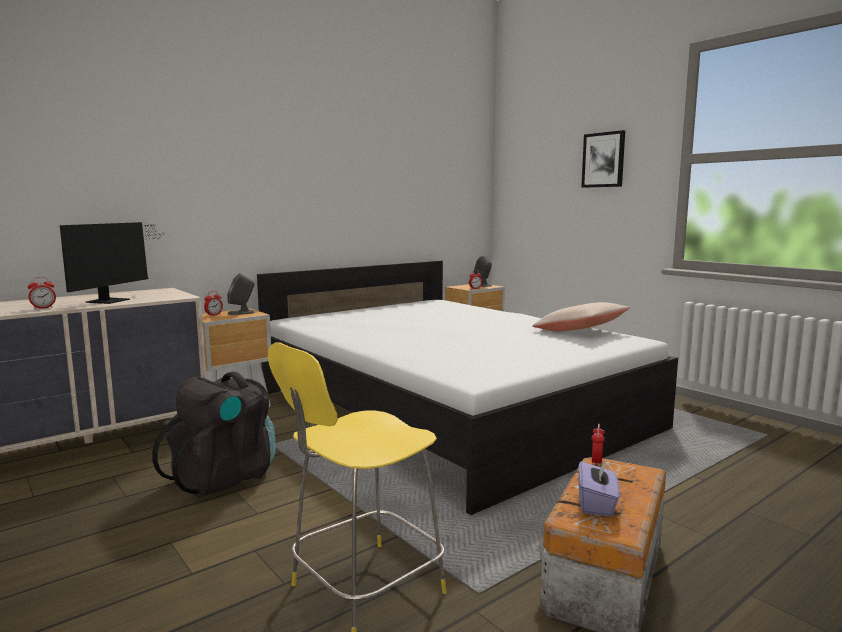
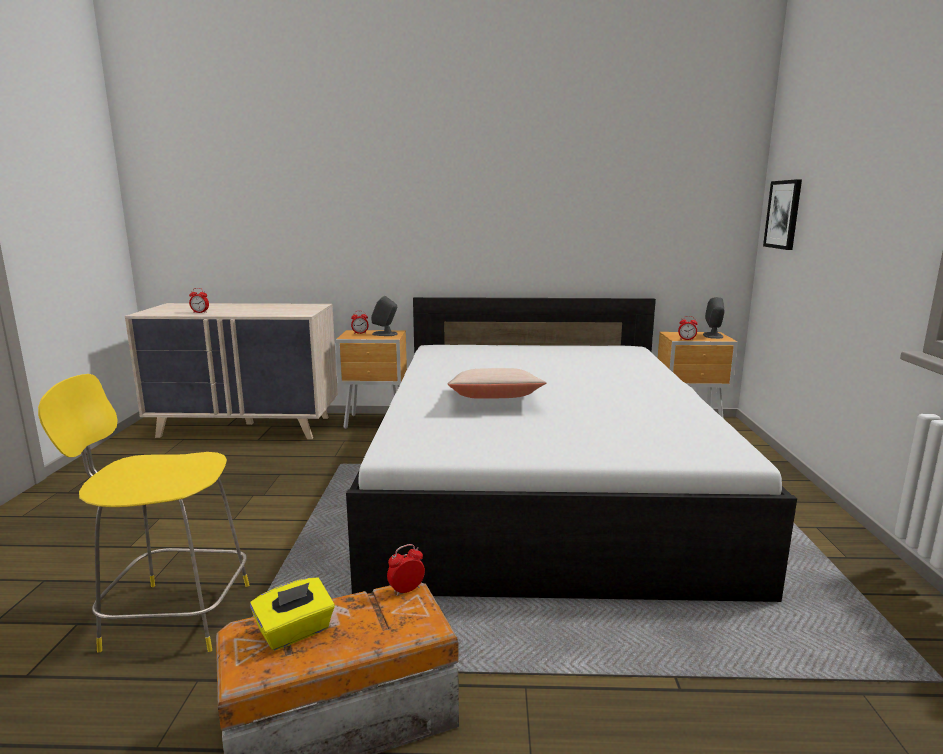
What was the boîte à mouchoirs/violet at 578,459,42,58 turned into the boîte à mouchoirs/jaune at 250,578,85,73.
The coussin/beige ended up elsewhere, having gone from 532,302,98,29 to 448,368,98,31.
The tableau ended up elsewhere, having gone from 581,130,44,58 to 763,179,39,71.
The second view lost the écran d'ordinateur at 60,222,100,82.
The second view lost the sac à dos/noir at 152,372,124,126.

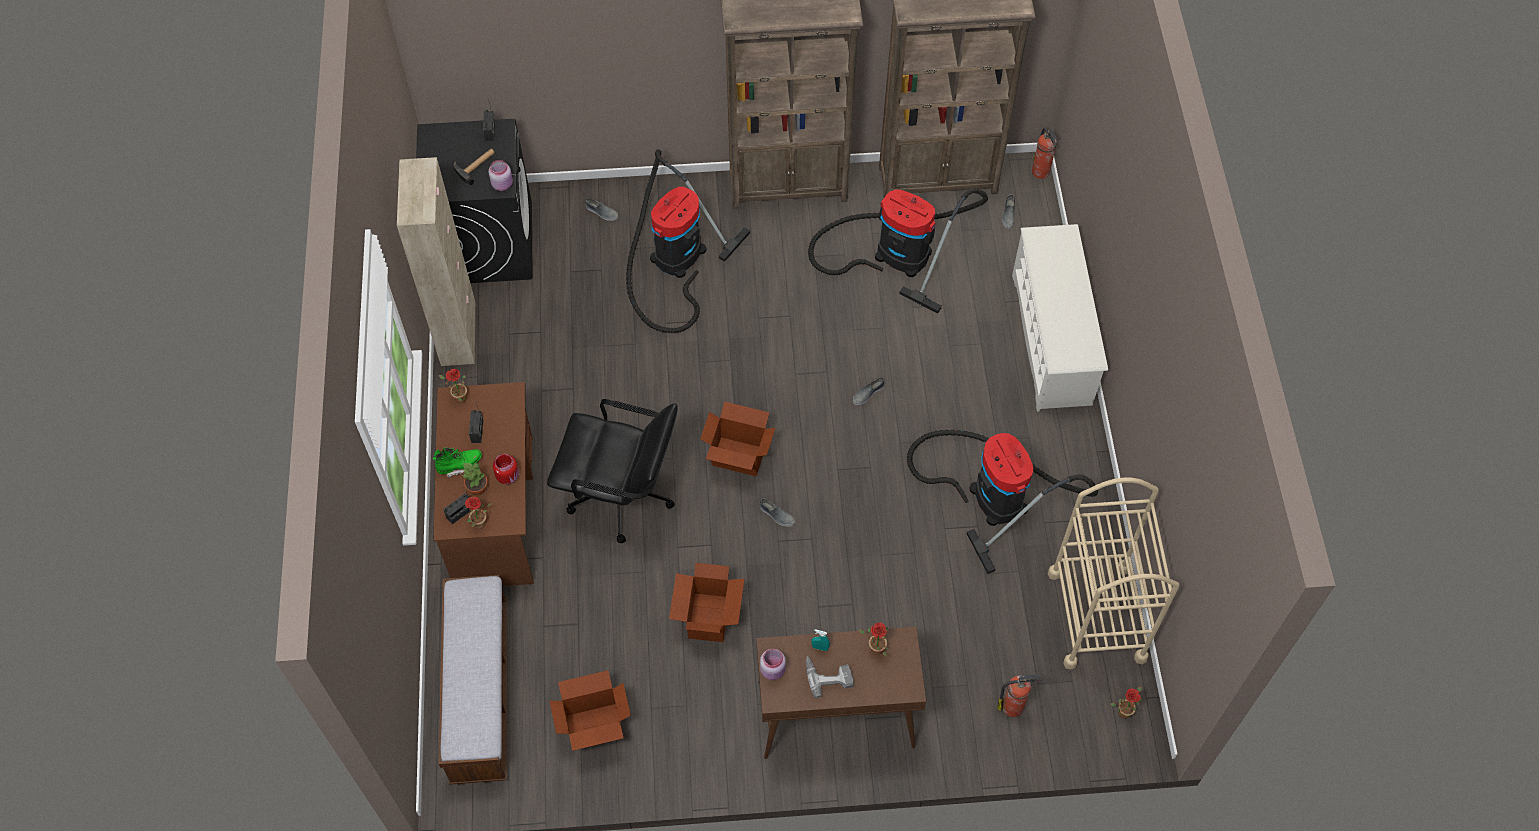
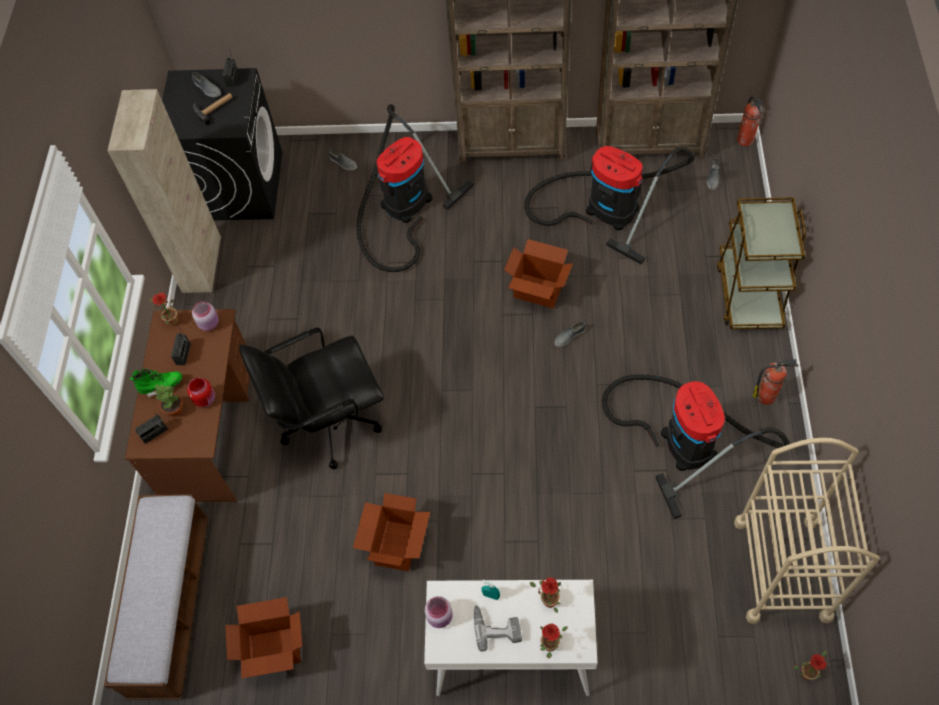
The chaussure/gris ended up elsewhere, having gone from 760,499,35,28 to 192,72,29,25.
The bocal/rose ended up elsewhere, having gone from 488,160,25,31 to 192,301,27,30.
The chaise de bureau/noir at 547,399,131,144 ended up facing another way, 135 degrees clockwise from before.
What was the table console/marron at 756,627,170,132 turned into the table console/blanc at 424,580,173,116.
The carton ended up elsewhere, having gone from 700,402,75,74 to 504,239,69,69.
The plante en pot ended up elsewhere, having gone from 465,497,27,32 to 540,624,28,35.
Where the étagère à chaussures/blanc stood at 1012,224,96,188, the chariot/marron came to stand at 717,197,88,132.
The extincteur ended up elsewhere, having gone from 997,674,46,43 to 752,359,46,46.

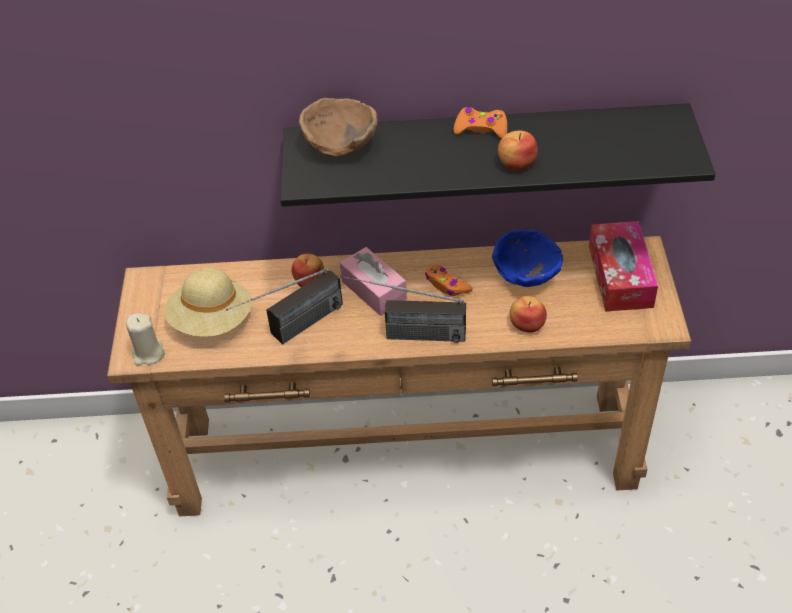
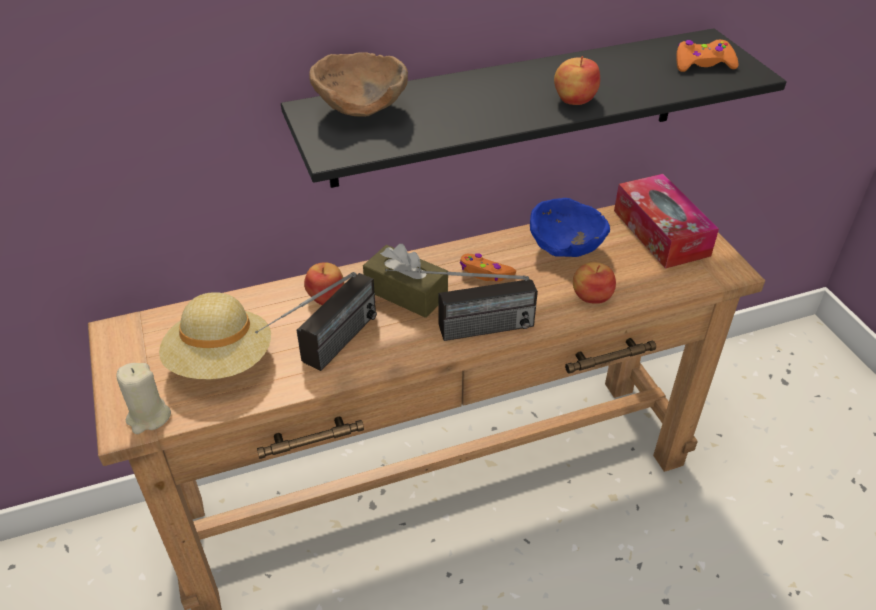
What was the boîte à mouchoirs/rose at 340,247,67,69 turned into the boîte à mouchoirs/marron at 363,244,85,74.
The manette/orange ended up elsewhere, having gone from 453,107,54,32 to 676,40,63,32.

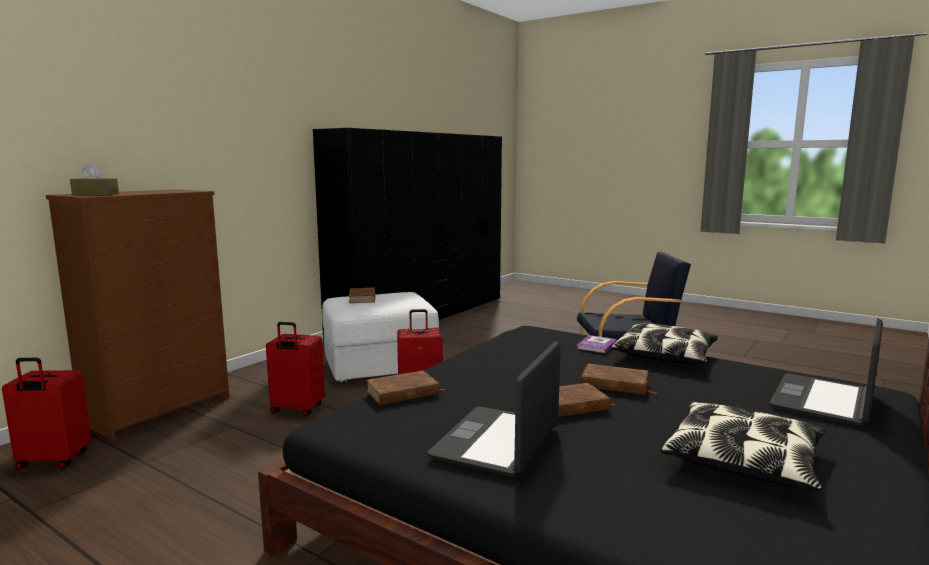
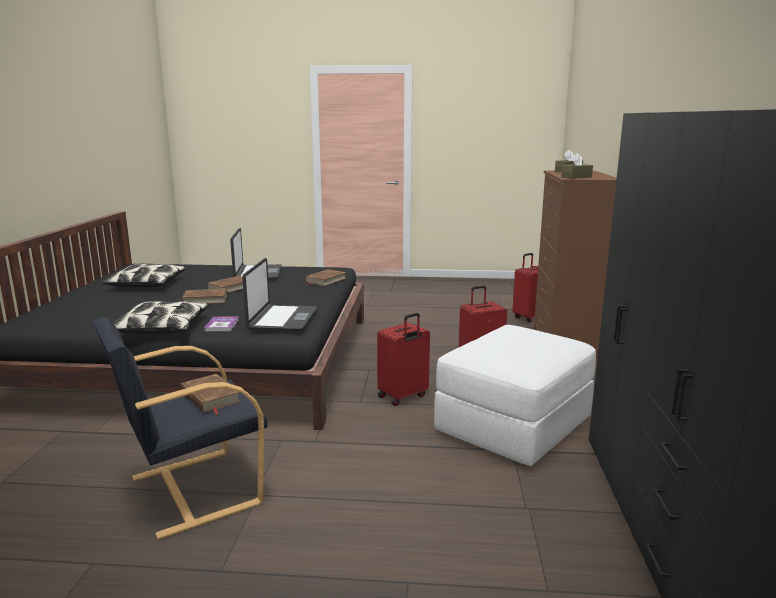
The livre/marron ended up elsewhere, having gone from 349,288,26,15 to 180,374,61,40.
The ordinateur portable ended up elsewhere, having gone from 770,318,113,108 to 242,258,75,73.
The second view gained the boîte à mouchoirs/marron at 561,153,32,26.

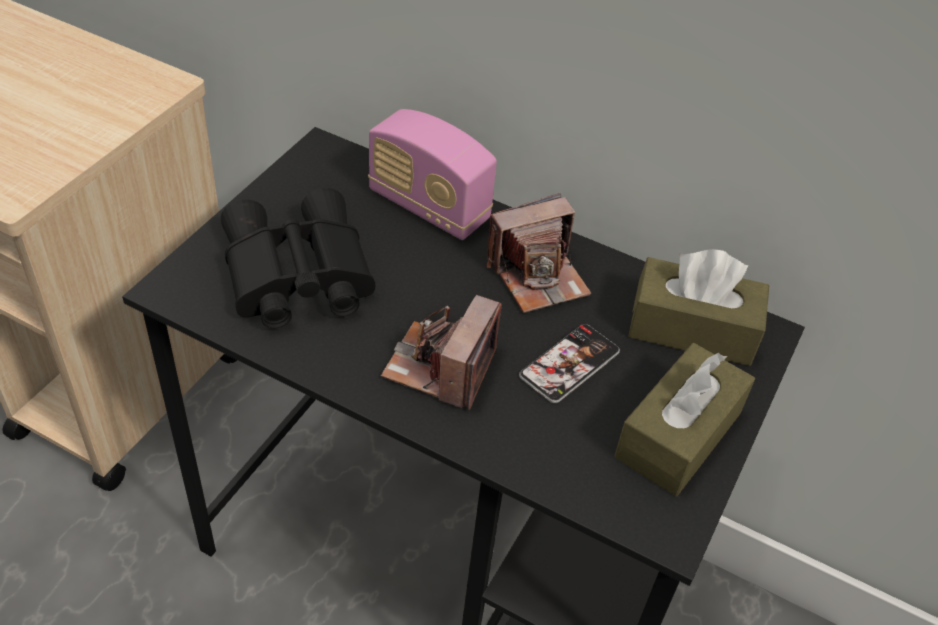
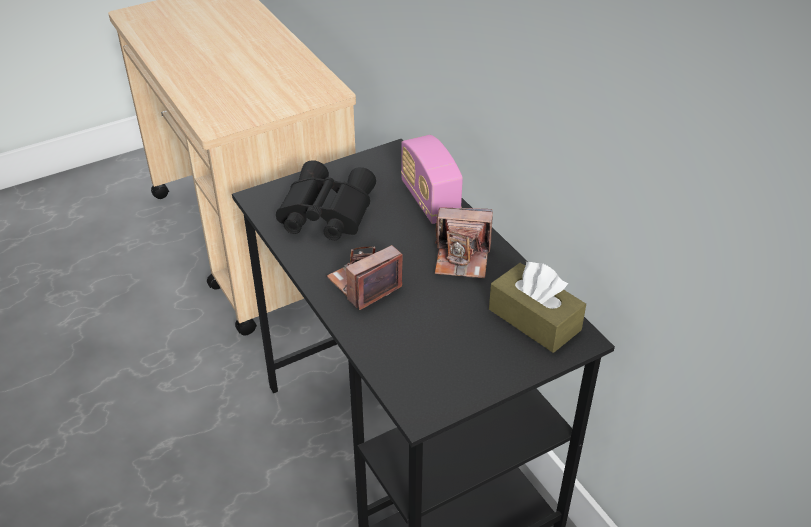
The second view lost the téléphone at 519,324,101,79.
The second view lost the boîte à mouchoirs/marron at 615,343,140,153.

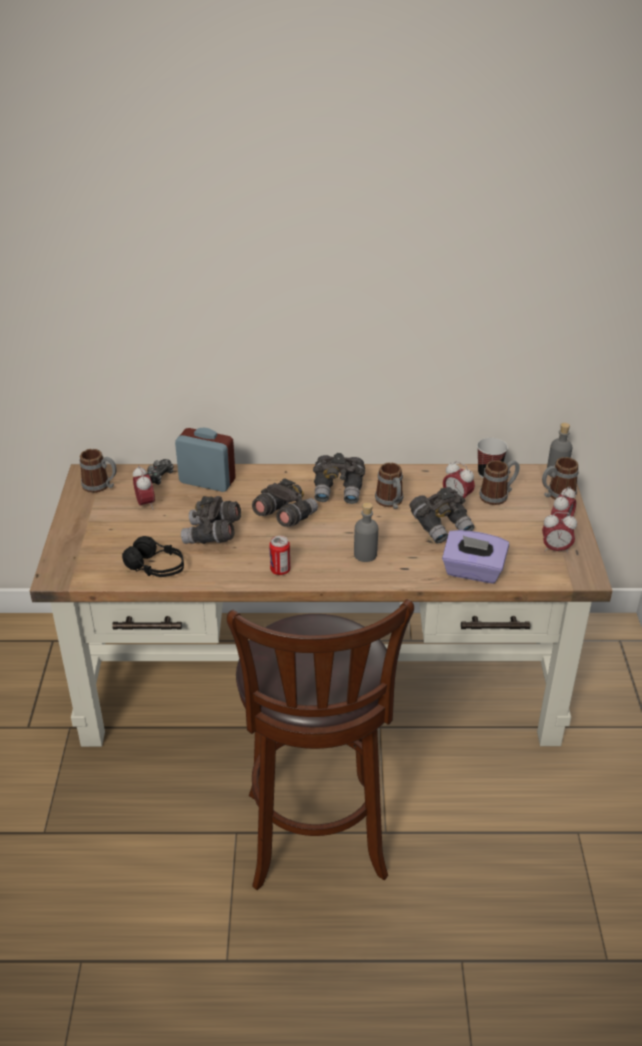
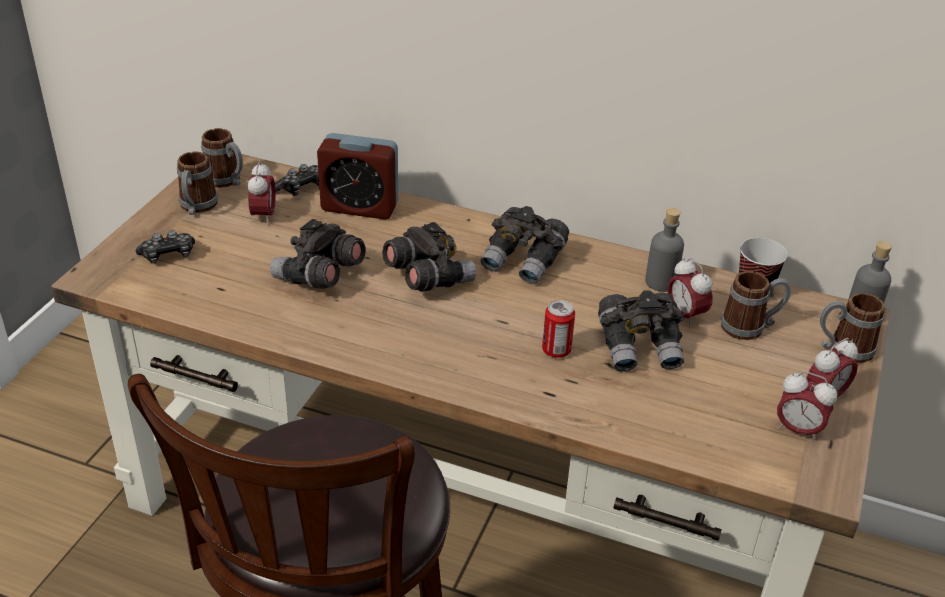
The second view gained the manette at 136,230,59,34.
The mug ended up elsewhere, having gone from 375,463,28,46 to 177,152,41,63.
The réveil at 175,428,61,64 ended up facing another way, 150 degrees clockwise from before.
The boîte métallique ended up elsewhere, having gone from 269,536,21,39 to 542,300,33,58.
The bouteille/gris ended up elsewhere, having gone from 354,502,24,60 to 645,208,39,84.
The second view lost the casque audio/noir at 122,536,62,41.
The second view lost the boîte à mouchoirs/violet at 442,530,67,54.

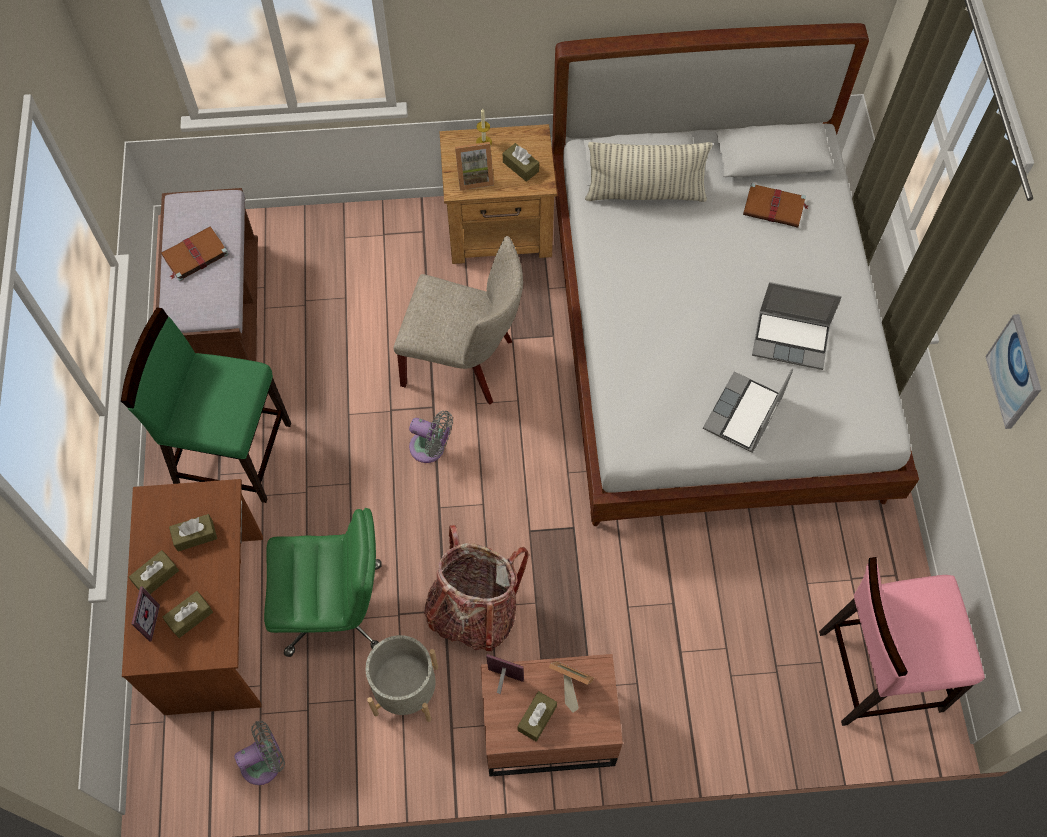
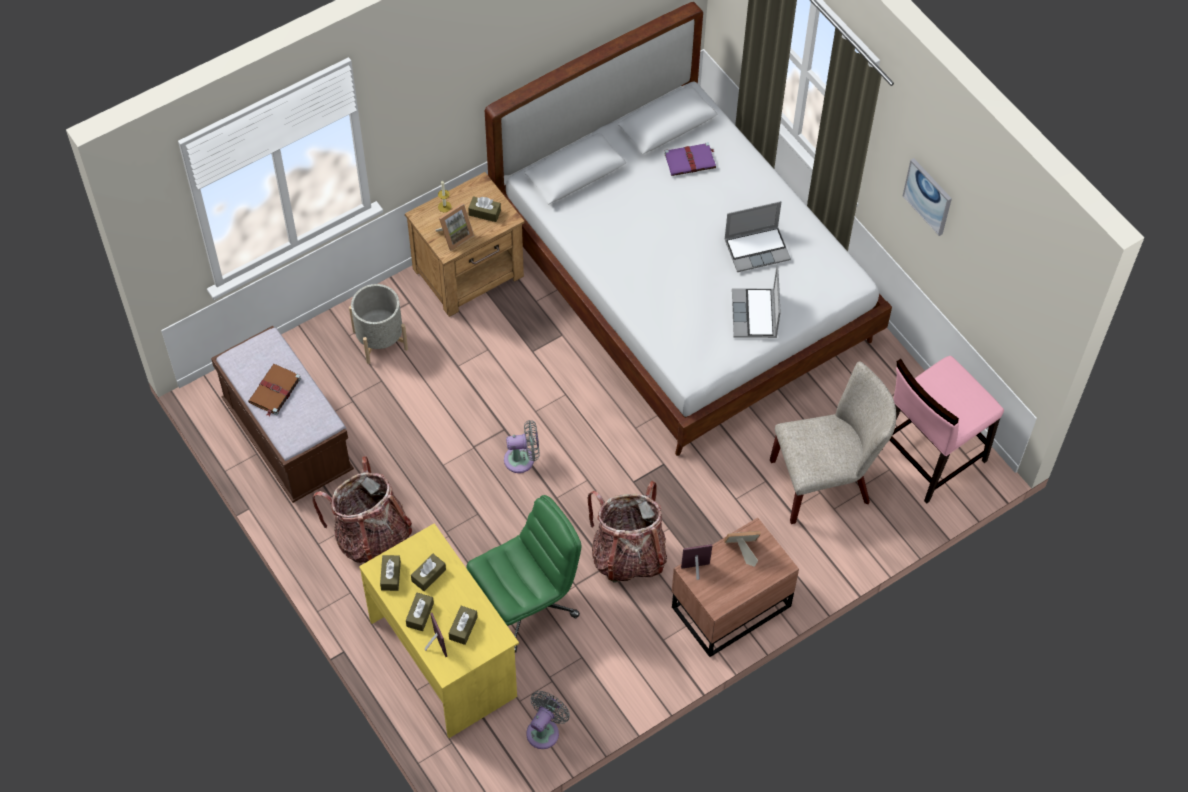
Where the chaise/vert stood at 121,308,170,195, the sac à dos came to stand at 313,456,99,107.
The cache-pot/gris ended up elsewhere, having gone from 366,635,72,87 to 349,284,59,80.
What was the bureau/marron at 122,479,141,236 turned into the bureau/jaune at 359,523,160,215.
The boîte à mouchoirs/marron ended up elsewhere, having gone from 518,691,39,51 to 380,555,21,36.
What was the livre/marron at 743,183,65,45 turned into the livre/violet at 664,142,52,34.
The chaise/beige ended up elsewhere, having gone from 393,236,130,168 to 770,361,126,163.
The second view lost the coussin at 585,142,128,60.

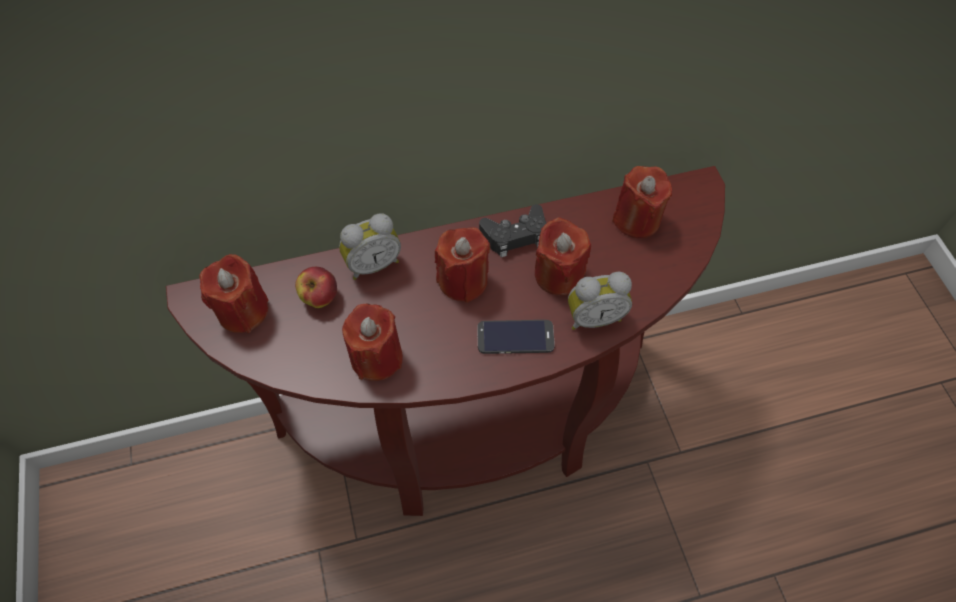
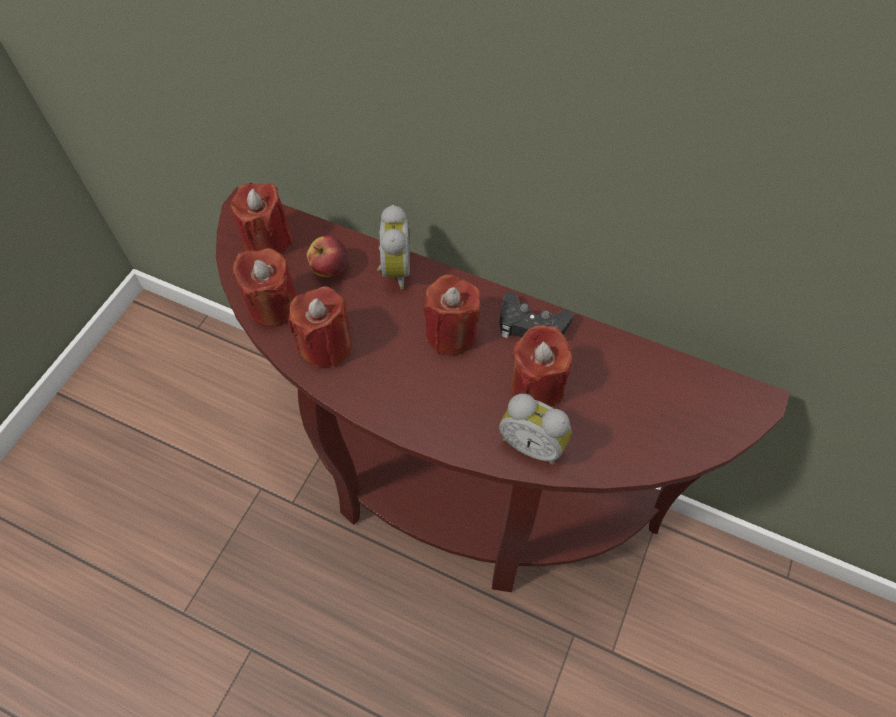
The bougie/rouge ended up elsewhere, having gone from 612,166,60,73 to 232,248,65,79.
The réveil at 339,213,62,67 ended up facing another way, 105 degrees counterclockwise from before.
The second view lost the téléphone at 477,320,78,34.

